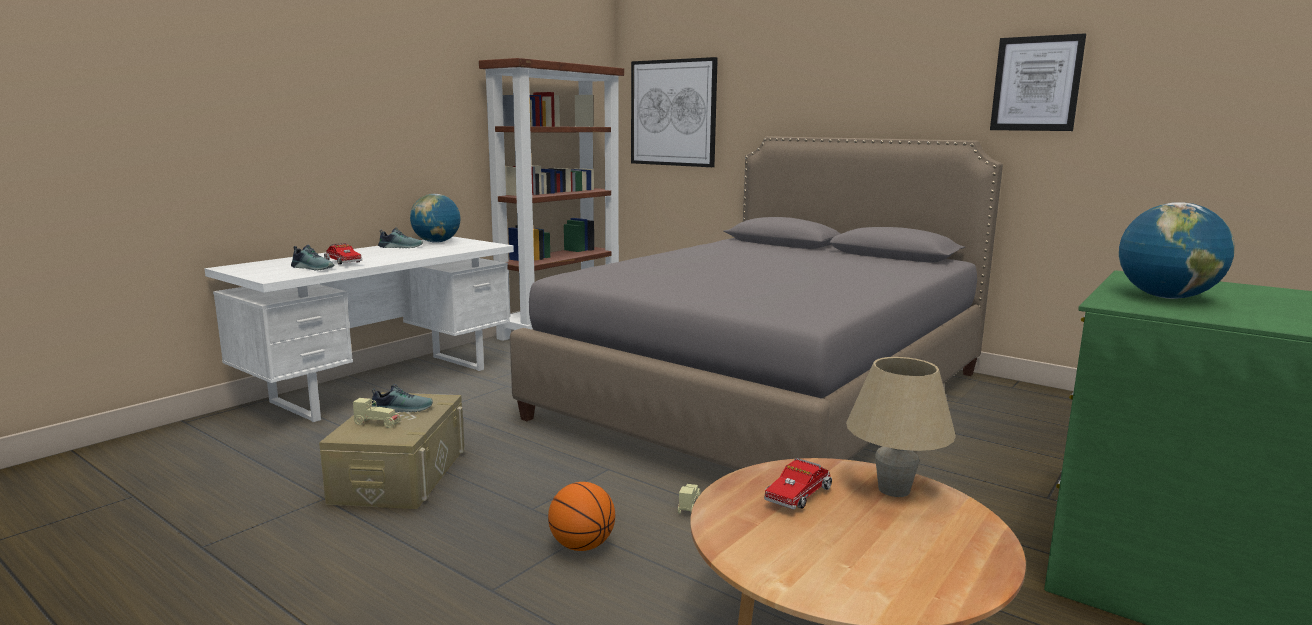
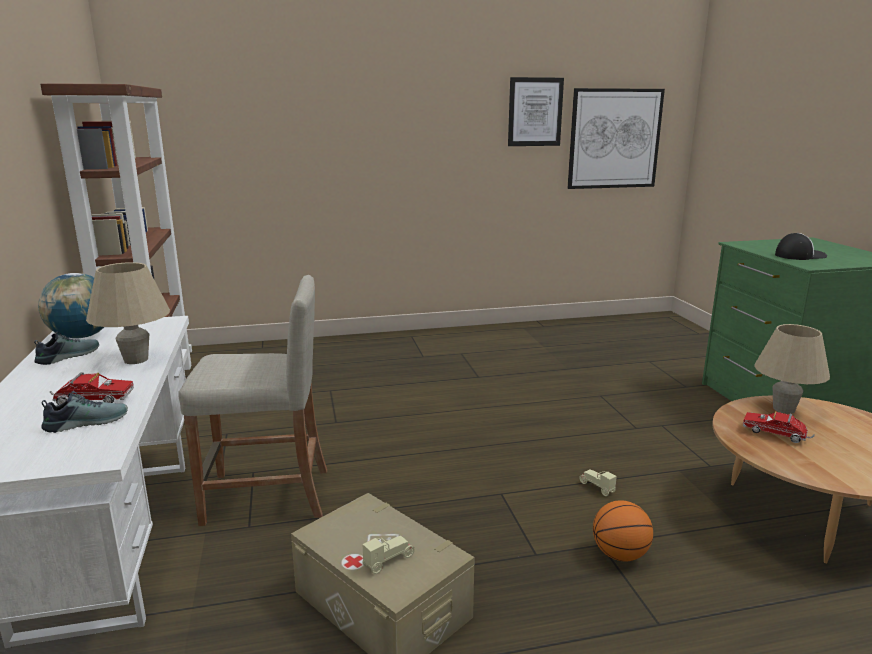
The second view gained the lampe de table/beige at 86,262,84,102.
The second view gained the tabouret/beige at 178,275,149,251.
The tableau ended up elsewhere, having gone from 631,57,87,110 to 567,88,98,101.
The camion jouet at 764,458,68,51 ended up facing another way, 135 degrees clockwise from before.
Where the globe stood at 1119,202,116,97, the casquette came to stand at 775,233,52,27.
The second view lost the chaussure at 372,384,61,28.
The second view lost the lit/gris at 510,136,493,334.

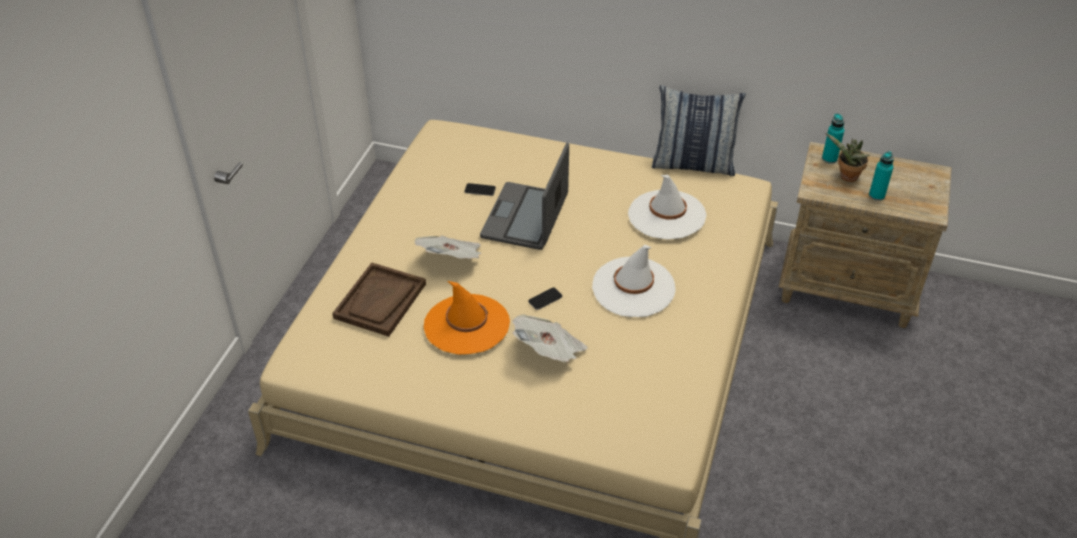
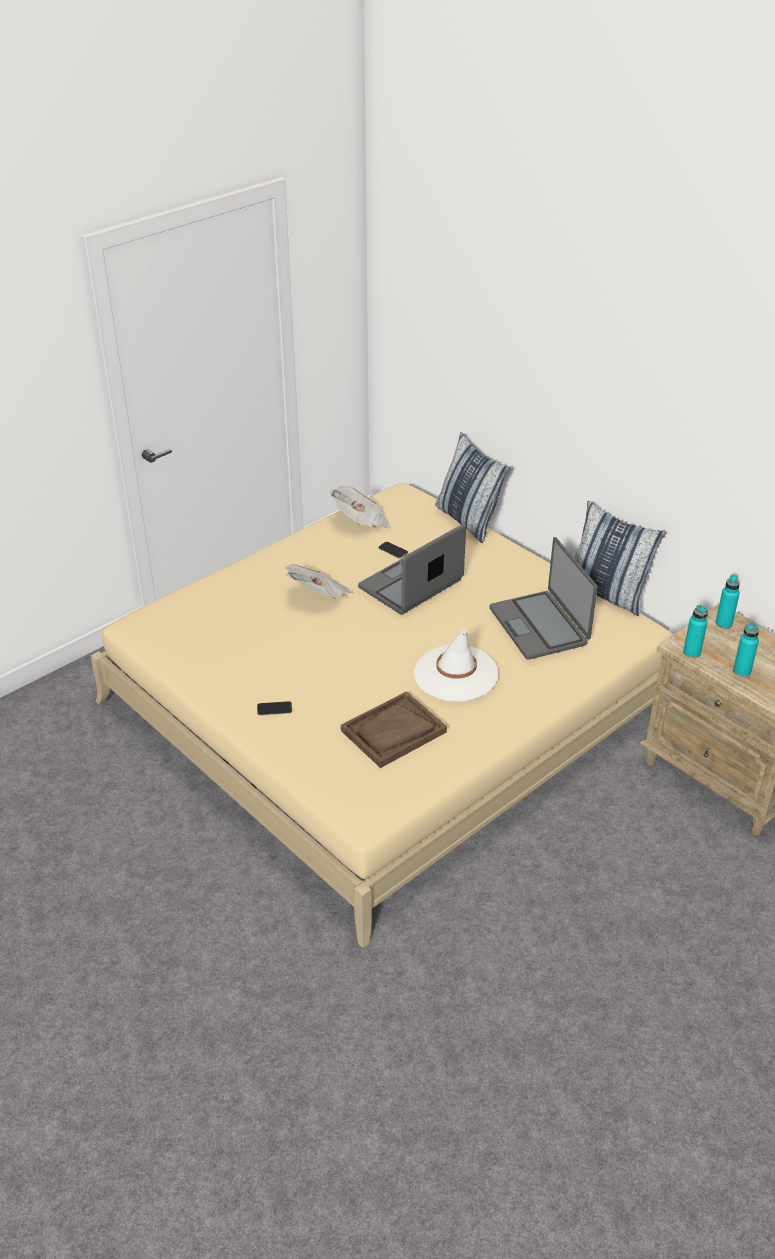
The téléphone ended up elsewhere, having gone from 528,288,35,22 to 257,701,35,14.
The journal ended up elsewhere, having gone from 512,314,76,49 to 329,486,62,42.
The plateau/marron ended up elsewhere, having gone from 332,263,94,74 to 341,691,106,77.
The second view gained the coussin at 435,432,75,111.
Where the chapeau/blanc stood at 628,175,79,65, the ordinateur portable came to stand at 490,537,108,123.
The second view gained the bouteille/turquoise at 683,605,25,53.
The second view lost the chapeau/orange at 424,281,86,74.
The second view lost the plante en pot at 826,133,44,49.

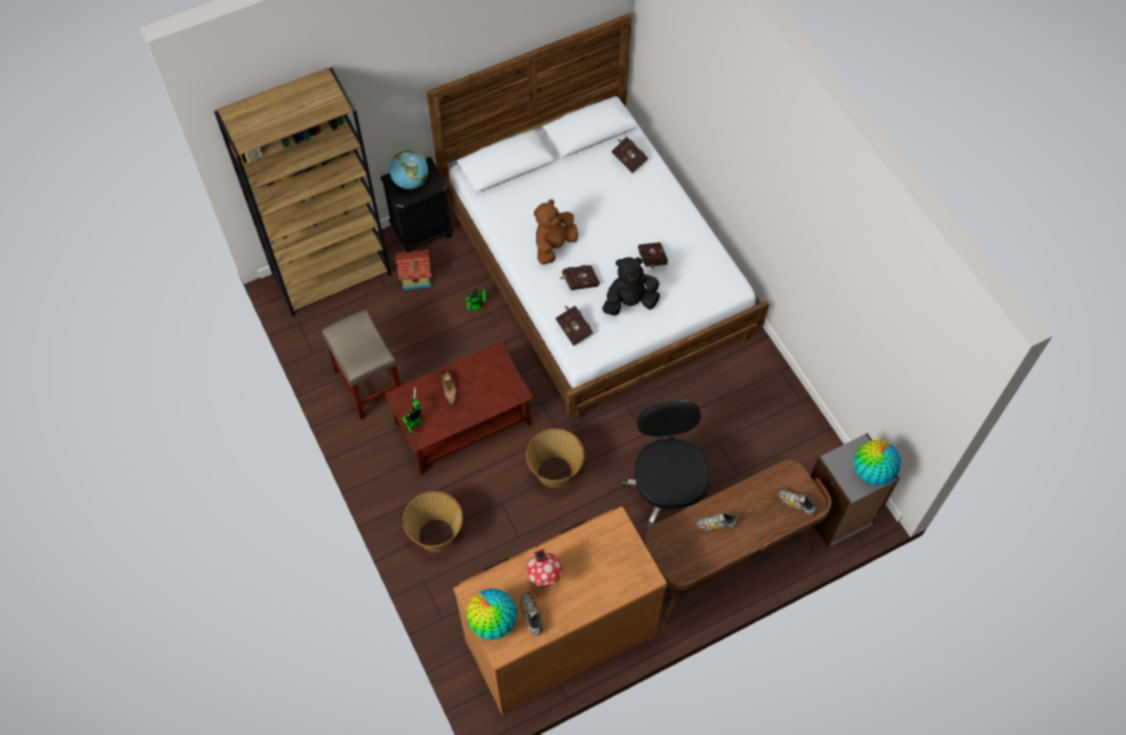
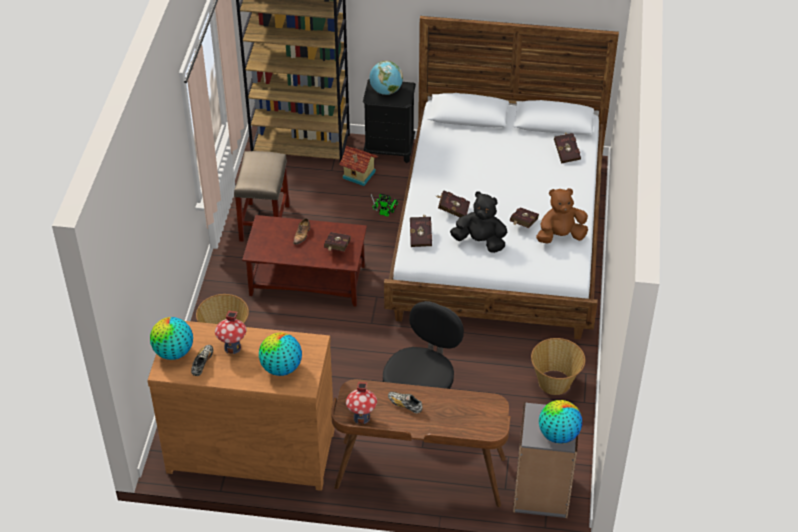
The second view gained the globe at 259,333,43,43.
The second view gained the livre/rouge at 324,232,27,20.
The second view gained the maison miniature at 346,382,31,42.
The panier ended up elsewhere, having gone from 526,429,58,59 to 531,338,54,57.
The peluche/marron ended up elsewhere, having gone from 534,199,44,66 to 536,188,52,56.
The second view lost the robot jouet at 402,387,20,48.
The second view lost the chaussure at 779,489,38,27.

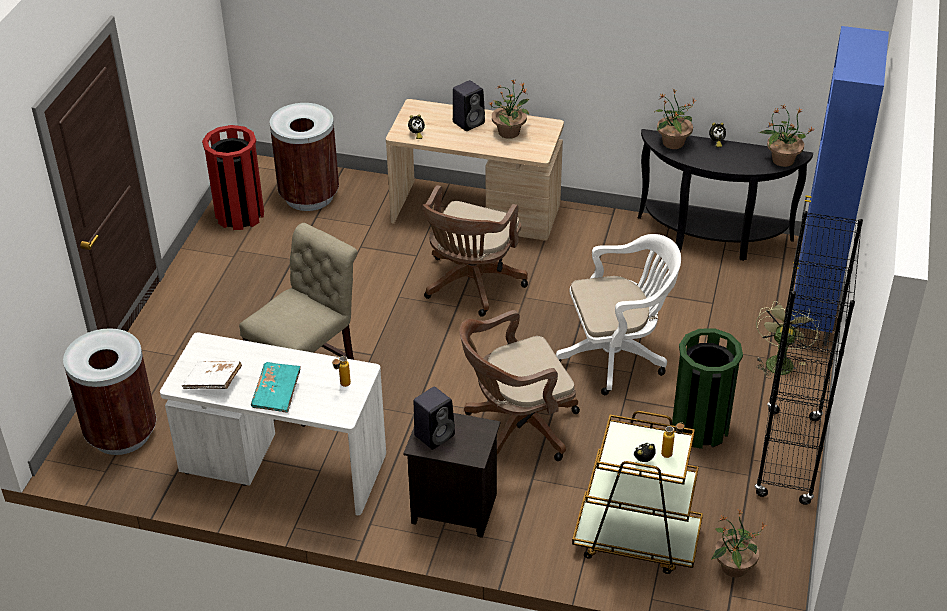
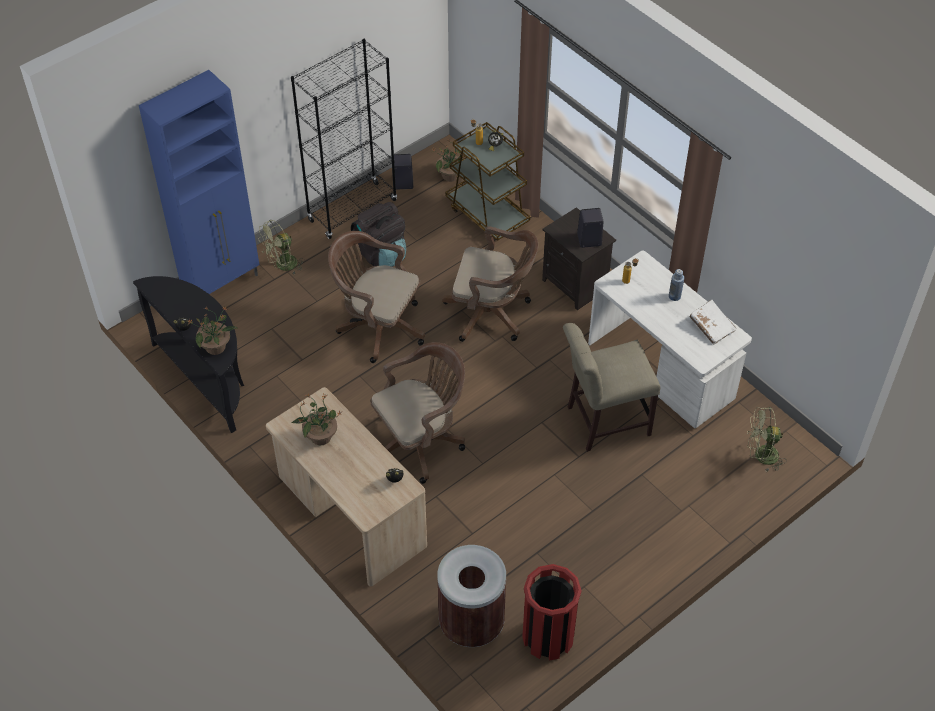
What was the chaise de bureau/blanc at 556,234,125,161 turned into the chaise de bureau/marron at 328,231,97,132.
Where the poubelle/vert stood at 672,328,71,121, the sac à dos/noir came to stand at 351,202,55,65.
The enceinte/noir ended up elsewhere, having gone from 453,80,32,51 to 394,154,19,36.
Where the livre/turquoise stood at 251,362,50,51, the bouteille/bleu came to stand at 669,269,15,32.
Where the poubelle/marron stood at 63,328,93,127, the ventilateur/vert came to stand at 747,407,40,64.
The second view lost the plante en pot at 759,105,55,62.

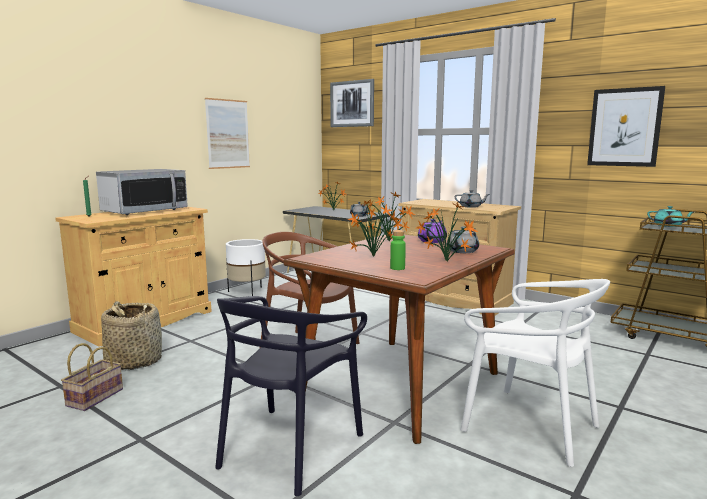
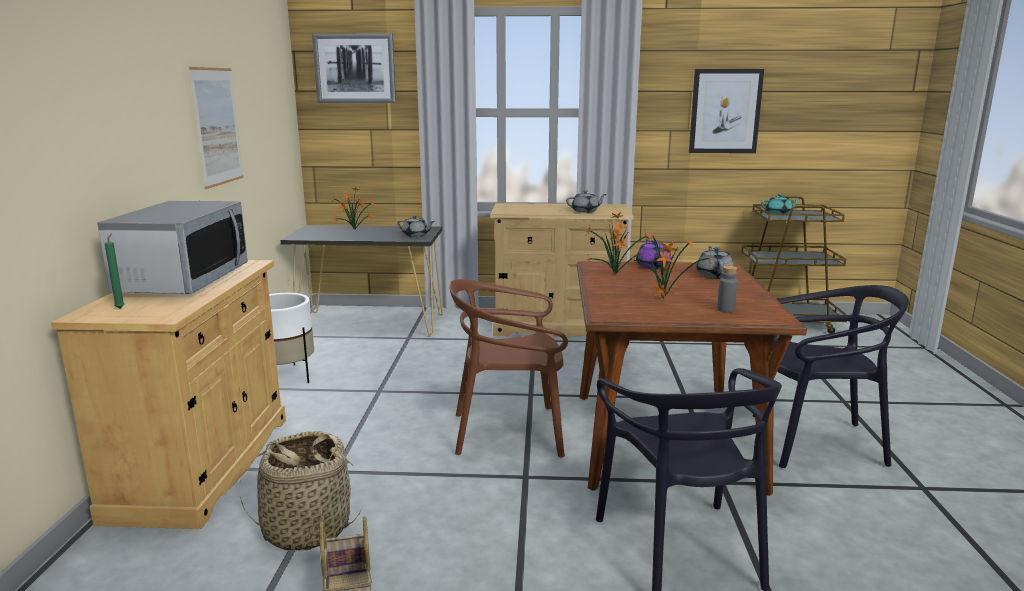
What was the bouteille/vert at 390,230,16,40 turned into the bouteille/gris at 717,266,21,47.
What was the chaise/blanc at 460,279,150,188 turned into the chaise/noir at 753,285,156,183.
The second view lost the plante en pot at 416,202,62,59.

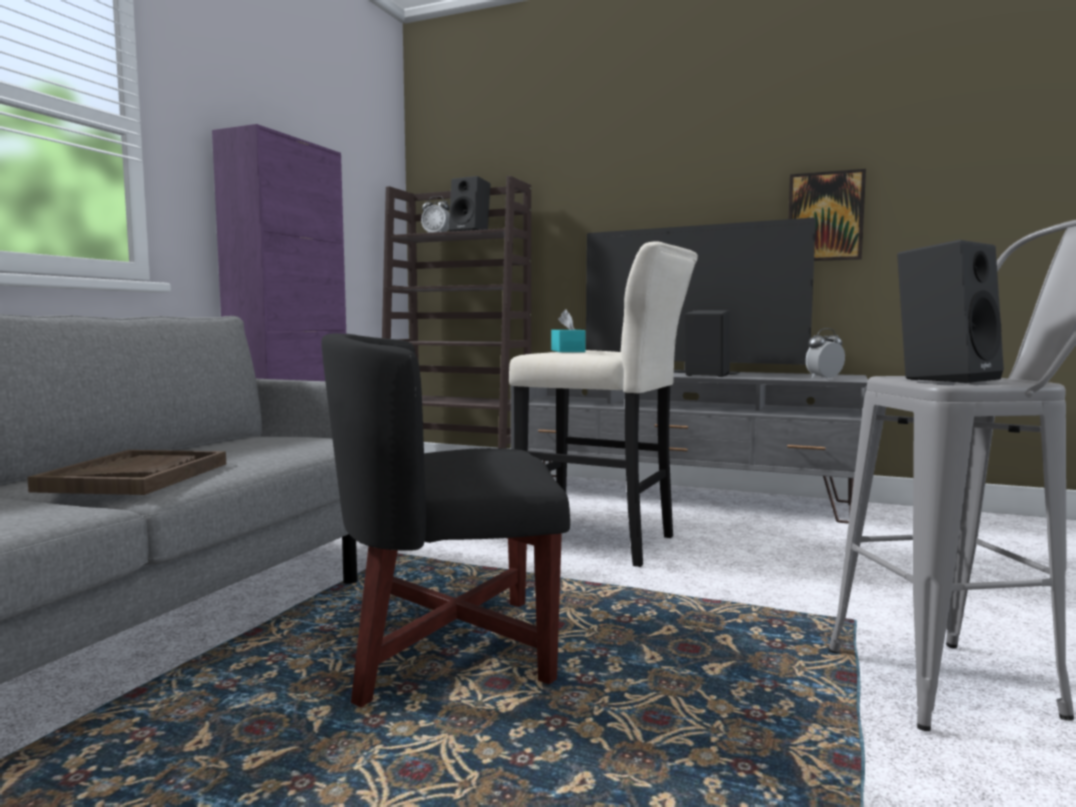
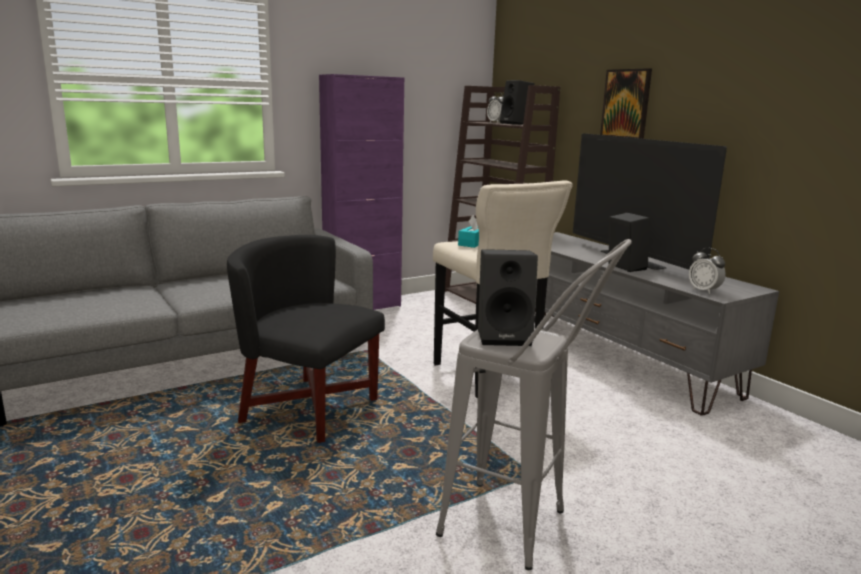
The tableau ended up elsewhere, having gone from 788,169,78,92 to 600,68,52,71.
The réveil at 806,328,39,51 ended up facing another way, 135 degrees counterclockwise from before.
The second view lost the plateau/marron at 27,450,199,45.

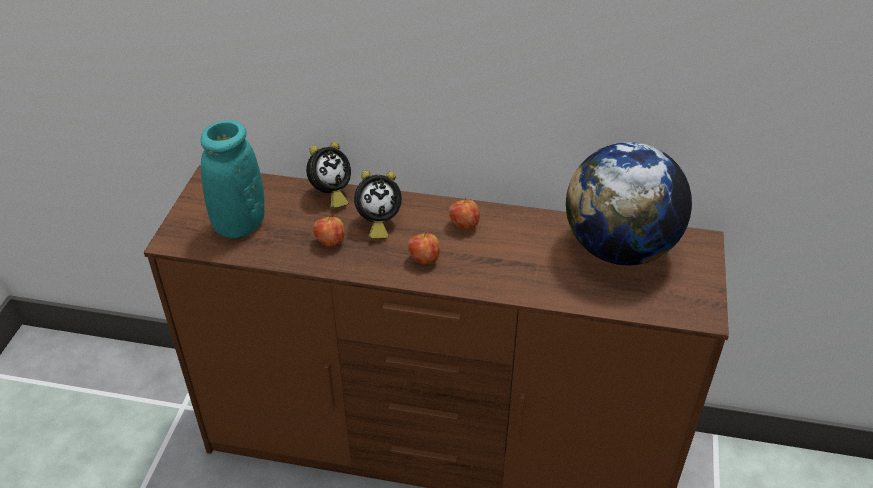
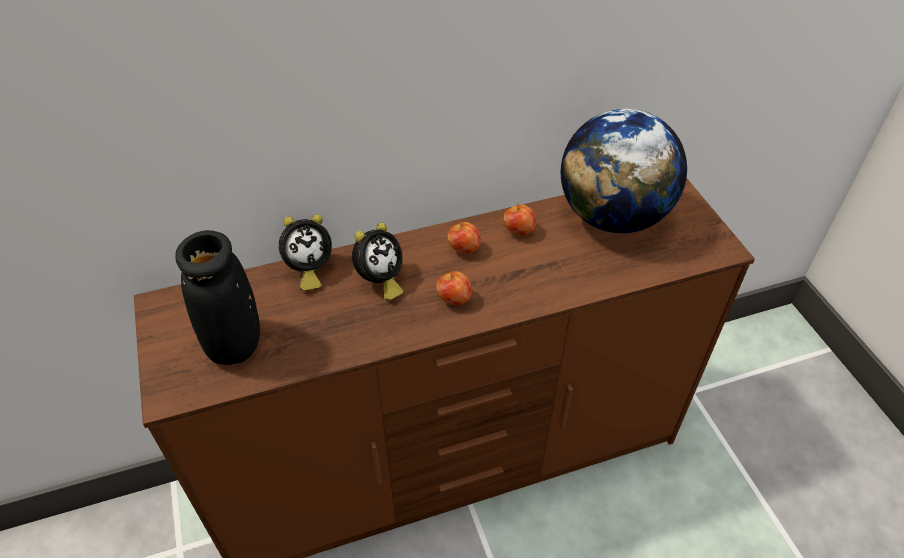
What was the vase/turquoise at 201,120,64,118 turned into the vase/noir at 175,230,85,135.
The réveil at 306,142,45,67 ended up facing another way, 45 degrees clockwise from before.
The pomme ended up elsewhere, having gone from 313,214,32,33 to 503,203,33,33.

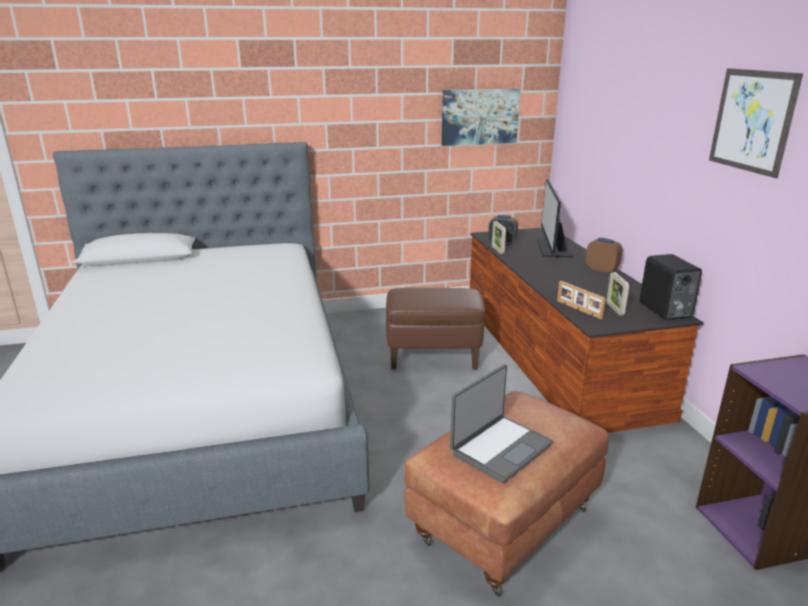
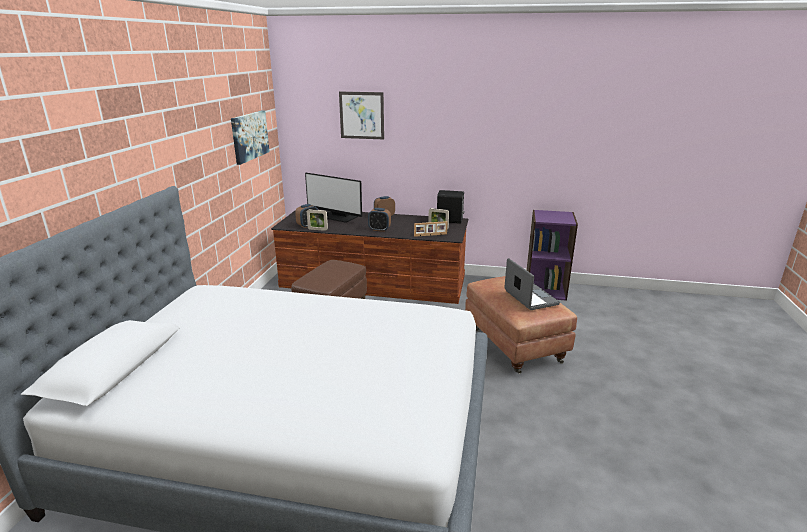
The tableau ended up elsewhere, having gone from 709,68,94,110 to 339,92,45,47.
The second view gained the réveil at 368,208,23,24.

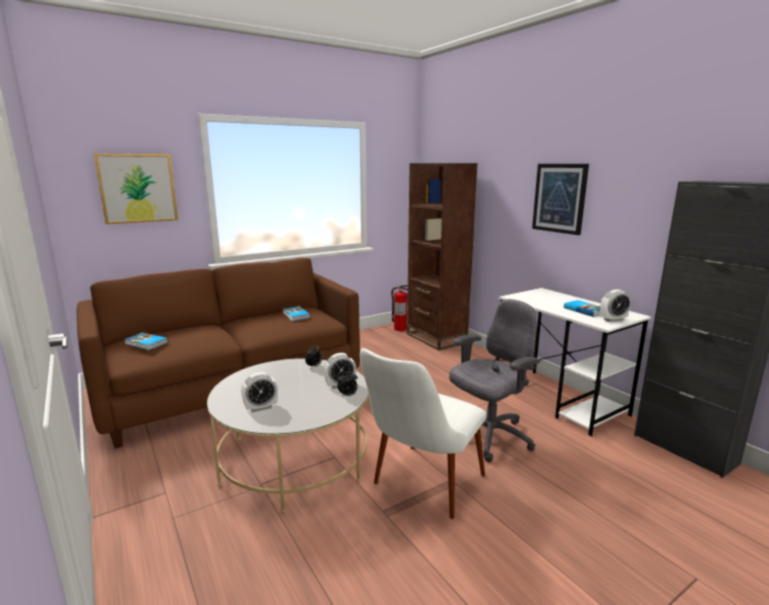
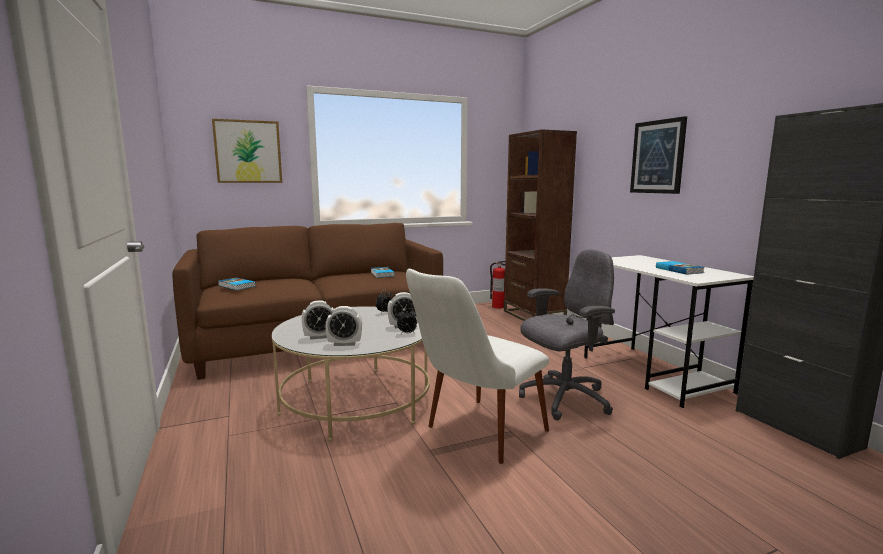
The réveil ended up elsewhere, having gone from 600,289,31,33 to 325,306,37,40.

